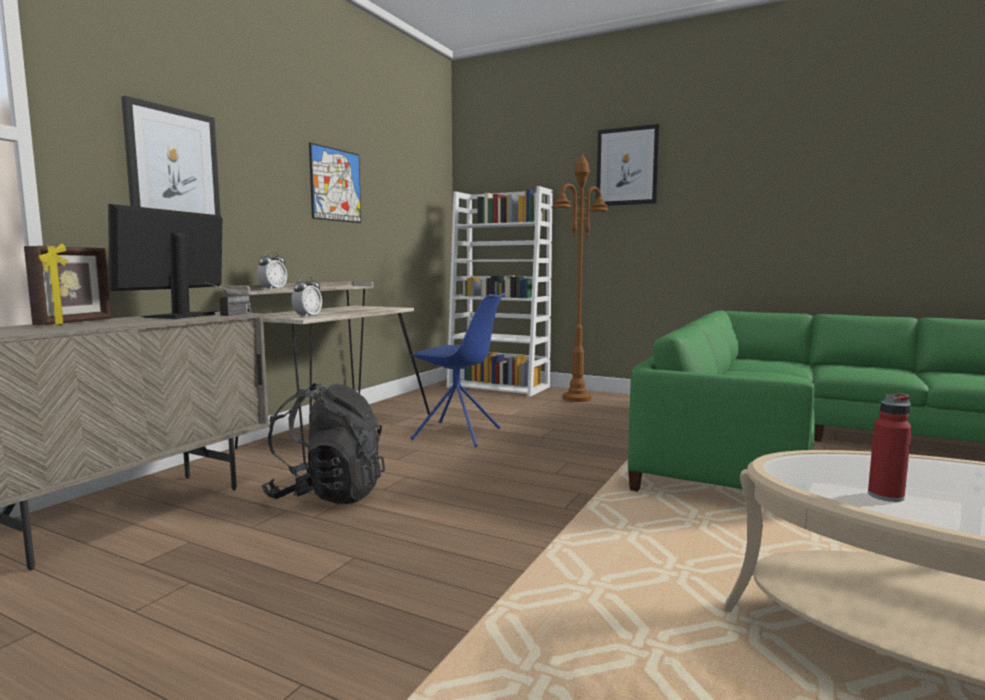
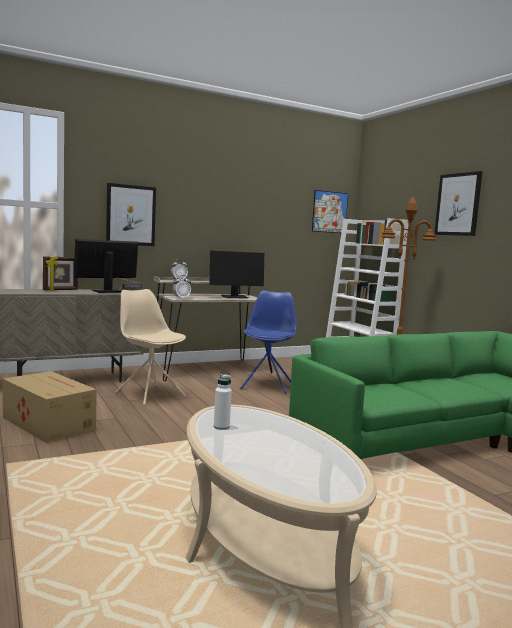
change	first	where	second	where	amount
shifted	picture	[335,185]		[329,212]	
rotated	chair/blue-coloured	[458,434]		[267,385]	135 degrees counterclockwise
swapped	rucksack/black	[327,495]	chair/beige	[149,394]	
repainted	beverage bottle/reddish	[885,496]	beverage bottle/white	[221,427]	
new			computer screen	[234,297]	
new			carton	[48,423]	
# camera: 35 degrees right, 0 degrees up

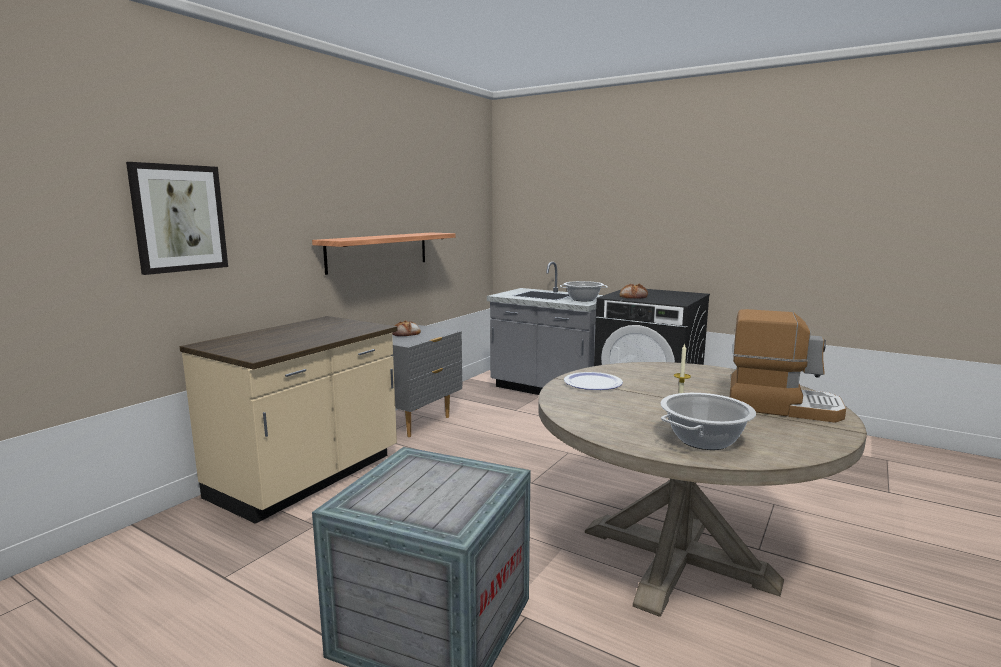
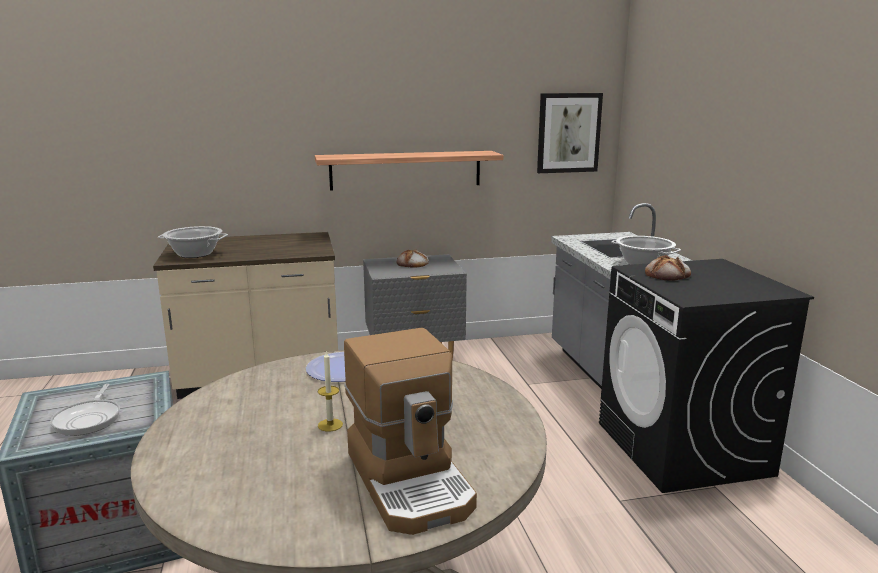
change	first	where	second	where	amount
shifted	picture	[179,218]		[568,133]	
shifted	stockpot	[704,440]		[194,254]	
new			frying pan	[89,419]	
# camera: 45 degrees right, 5 degrees up

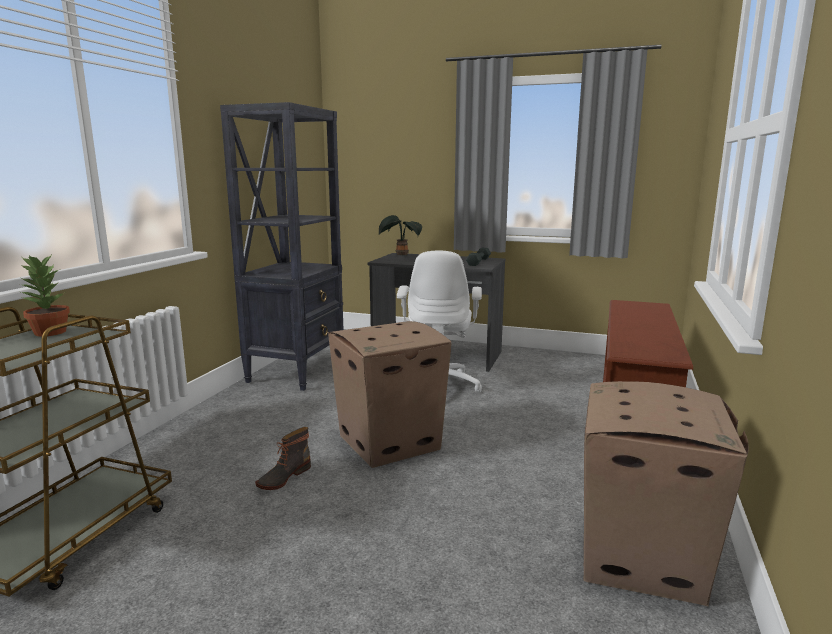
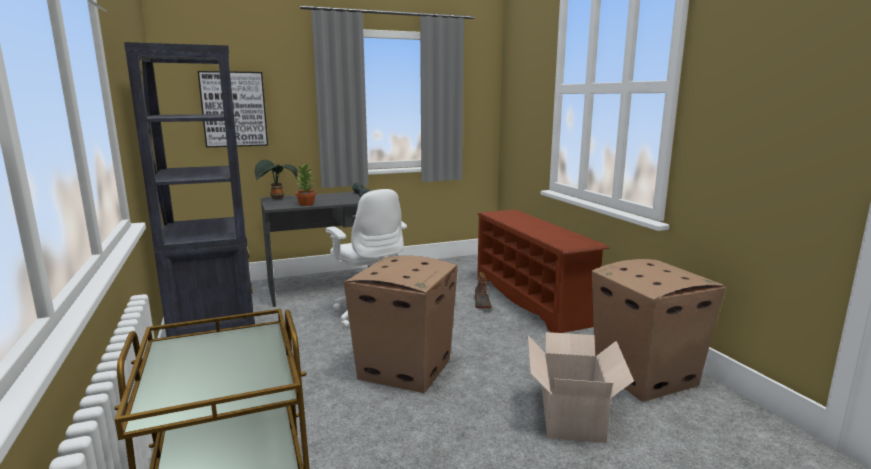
change	first	where	second	where	amount
shifted	potted plant	[49,332]		[306,204]	
shifted	boot	[283,477]		[481,304]	
new			picture	[234,109]	
new			carton	[572,414]	
# camera: 40 degrees left, 0 degrees up

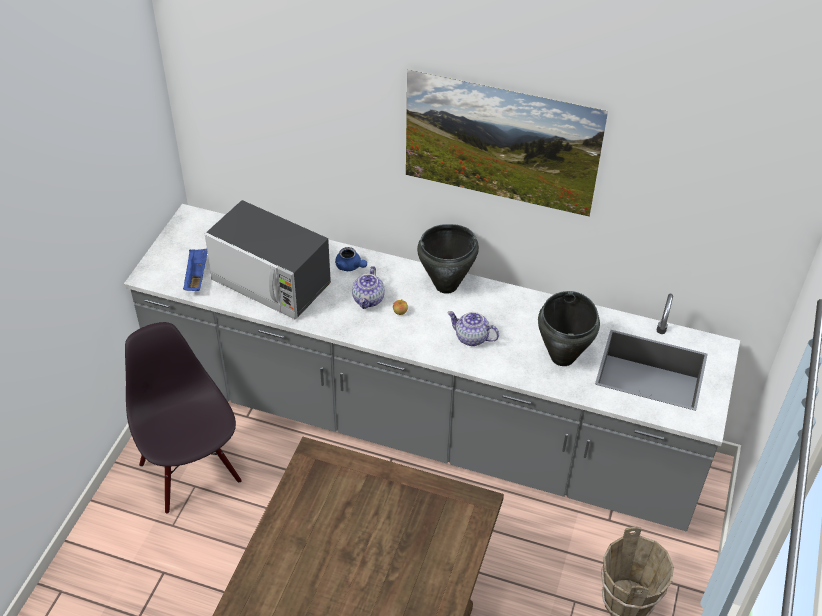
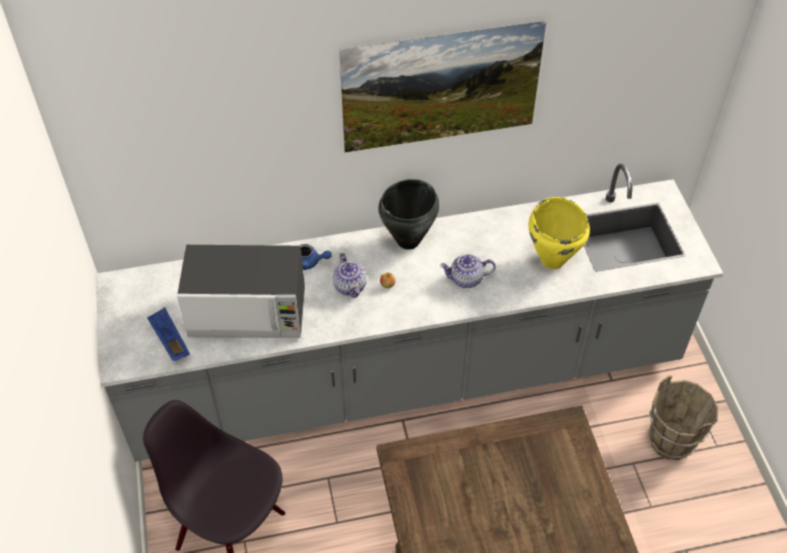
change	first	where	second	where	amount
repainted	stockpot/black	[563,357]	stockpot/yellow-coloured	[552,259]	
# camera: 30 degrees left, 5 degrees up

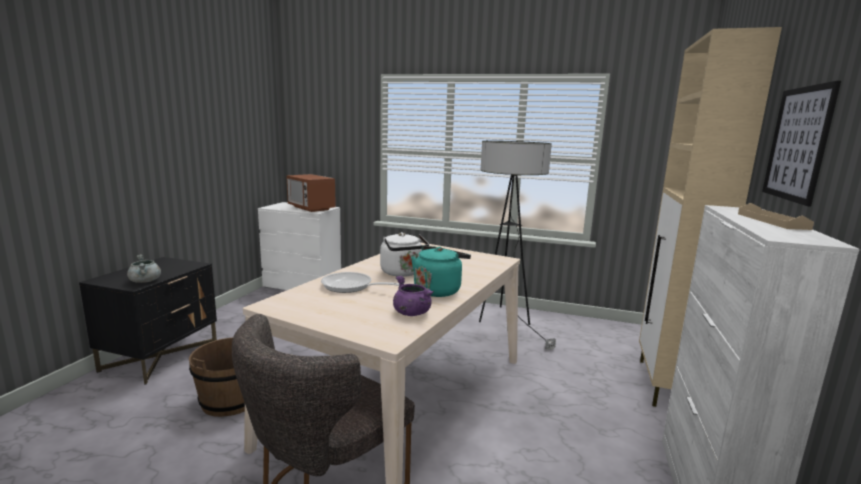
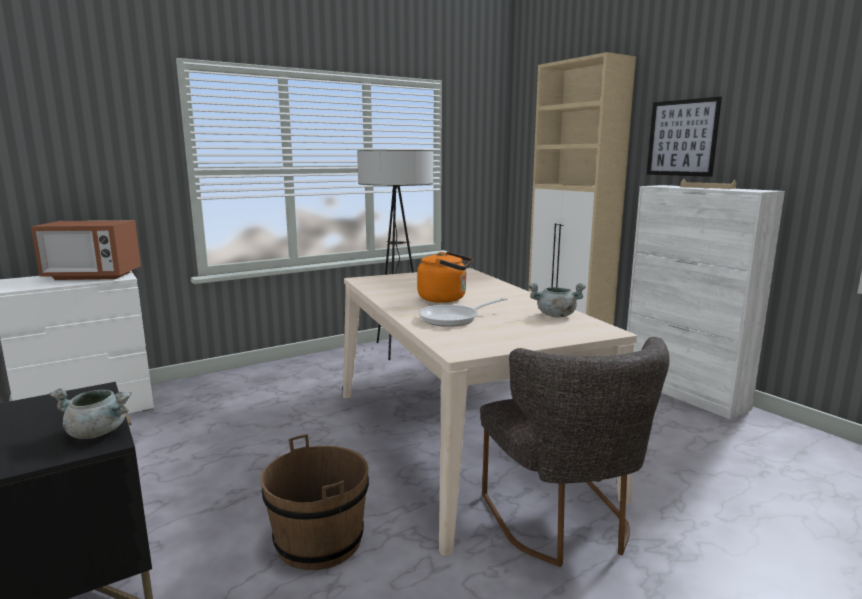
change	first	where	second	where	amount
repainted	kettle/white	[403,273]	kettle/orangey	[445,299]	
gone	kettle/turquoise-coloured	[438,290]			
repainted	stockpot/purplish	[411,313]	stockpot/greyish	[555,315]	
# camera: 50 degrees left, 0 degrees up

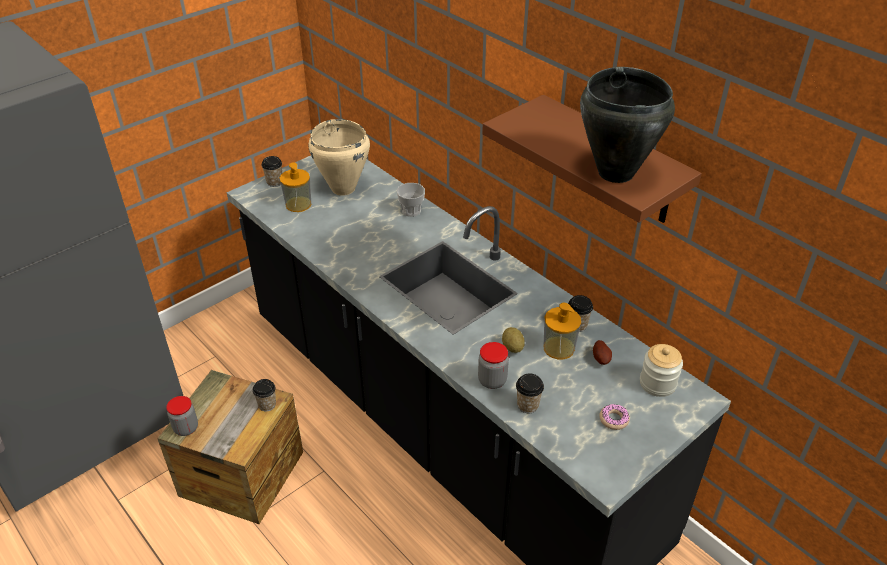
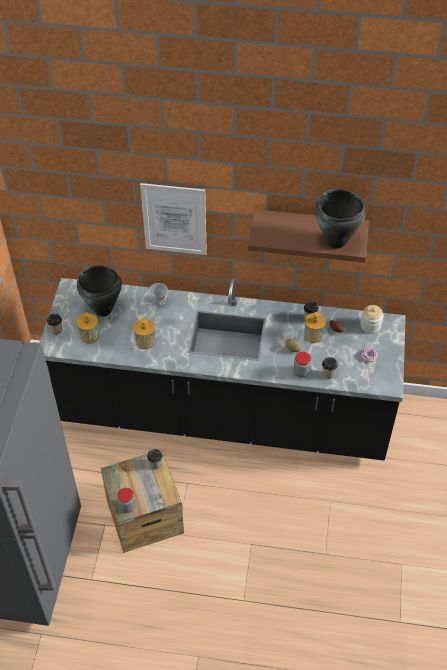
change	first	where	second	where	amount
repainted	stockpot/beige	[343,189]	stockpot/black	[103,310]	
new			picture	[174,219]	
new			liquid soap bottle	[145,342]	
# camera: 40 degrees left, 10 degrees up

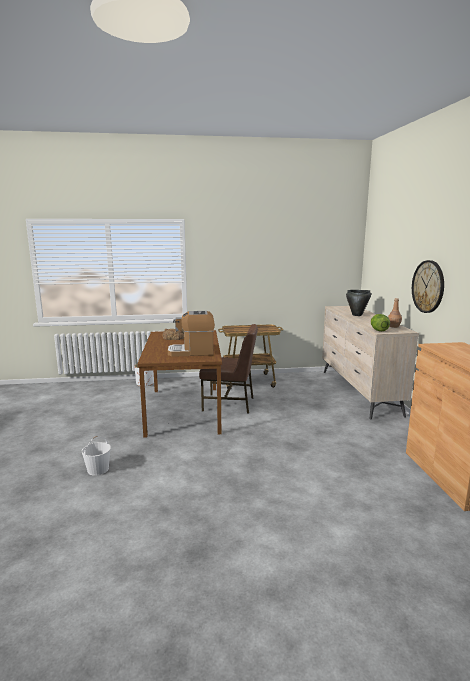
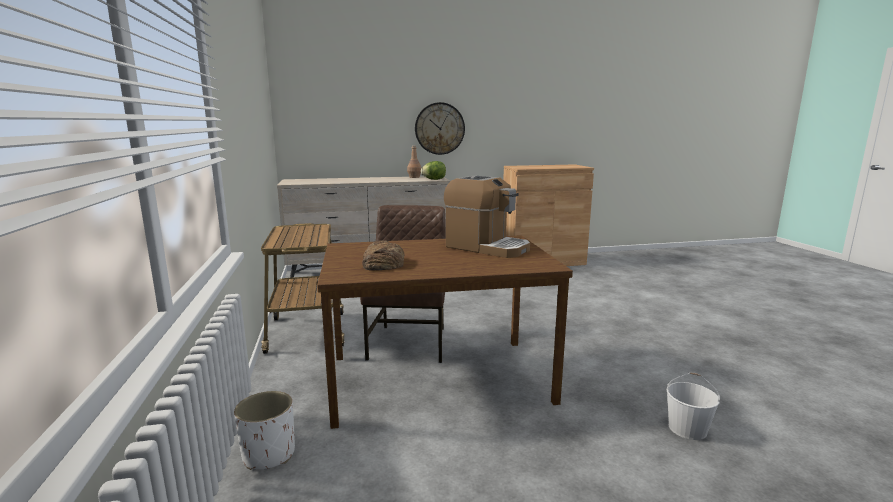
change	first	where	second	where	amount
gone	stockpot/black	[357,315]			
rotated	coffee machine	[192,352]		[487,247]	45 degrees counterclockwise
# camera: 95 degrees left, 0 degrees up

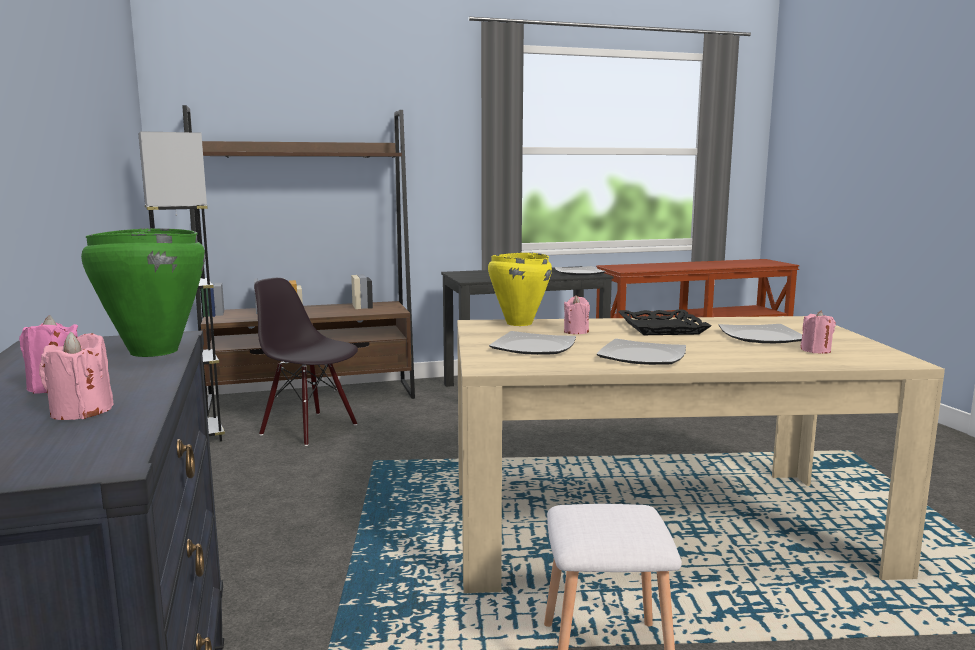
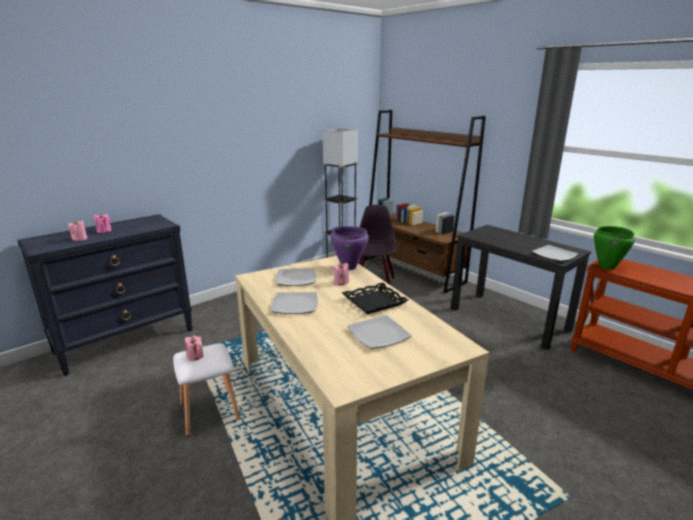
change	first	where	second	where	amount
shifted	stockpot/green	[153,351]		[606,266]	
repainted	stockpot/yellow-coloured	[518,323]	stockpot/purplish	[348,267]	
shifted	wax light/pink	[815,350]		[195,356]	
# camera: 65 degrees right, 10 degrees up

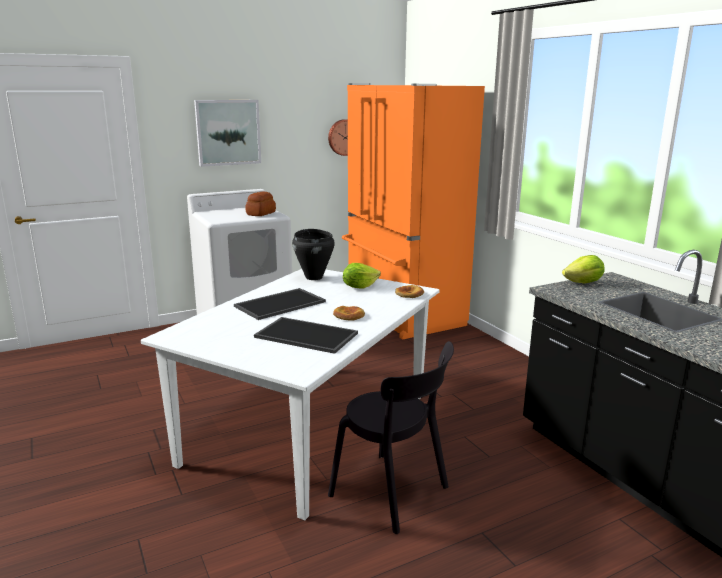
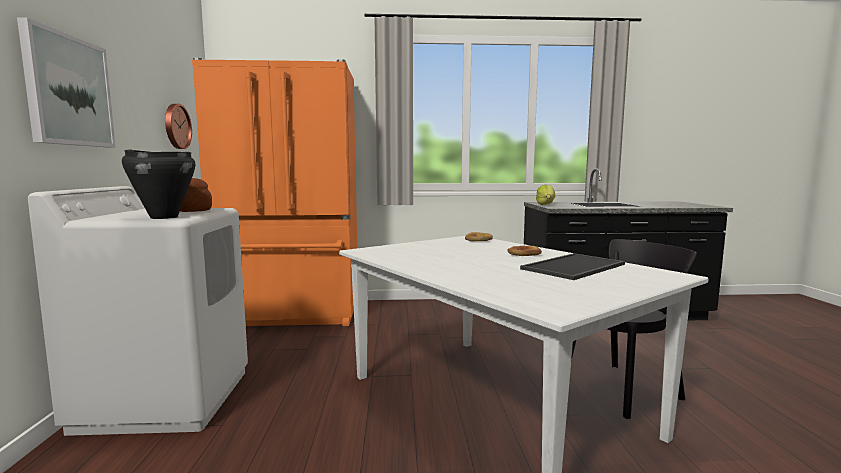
change	first	where	second	where	amount
shifted	stockpot/black	[314,277]		[164,217]	
gone	lettuce	[359,287]			
gone	tray	[280,303]			
# camera: 65 degrees left, 10 degrees down

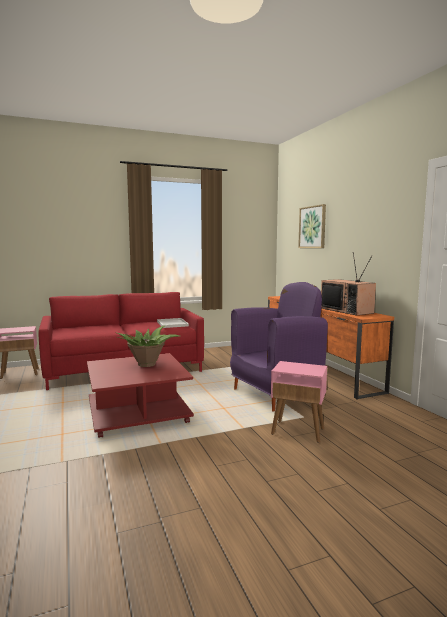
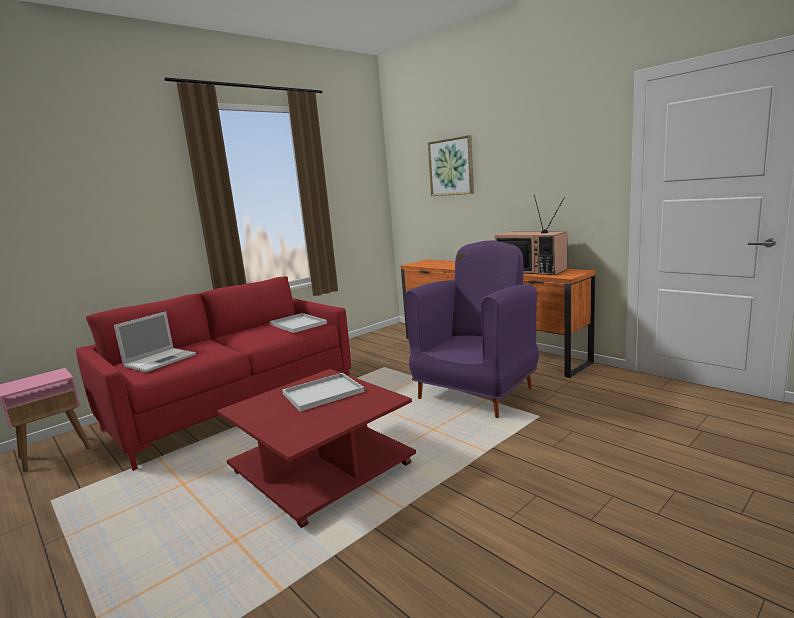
change	first	where	second	where	amount
swapped	potted plant	[147,364]	tray/white	[322,393]	
gone	side table/pink	[298,431]			
new			laptop	[161,360]	
# camera: 20 degrees left, 5 degrees up

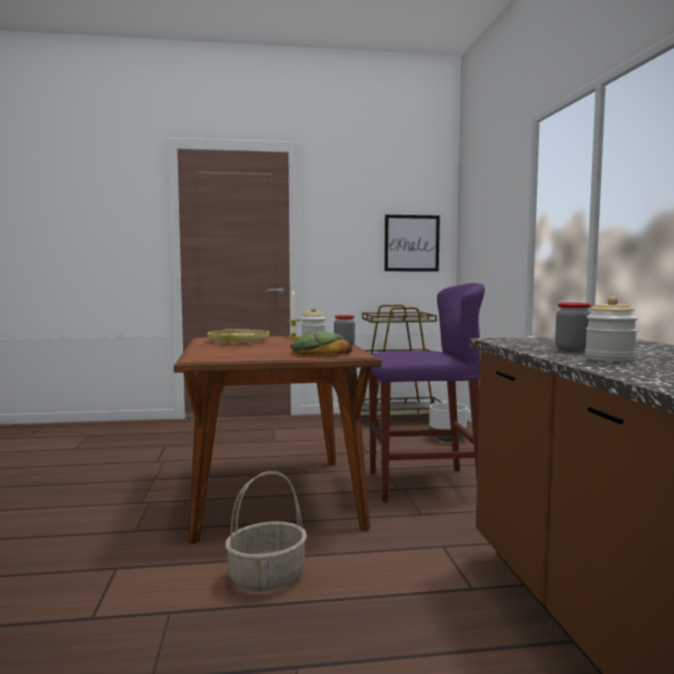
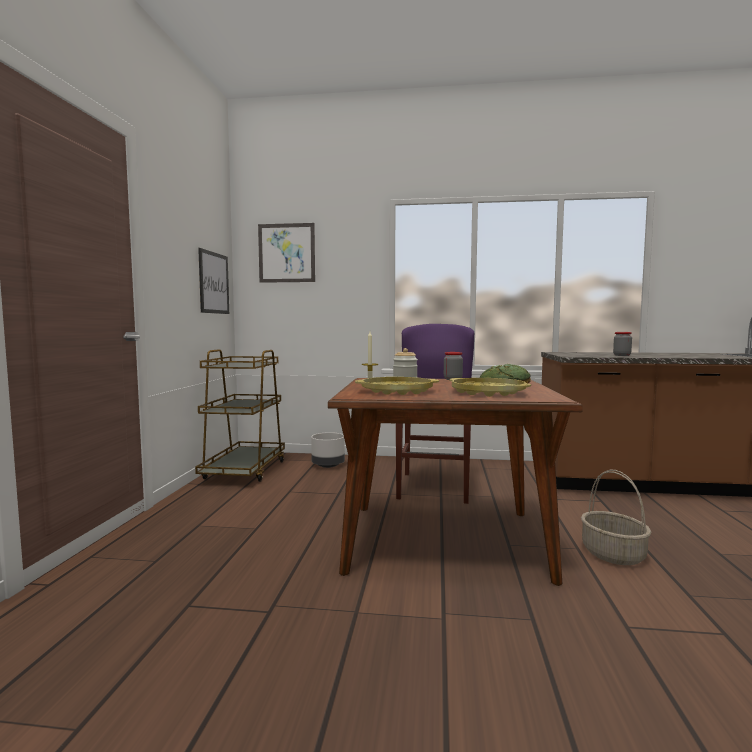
change	first	where	second	where	amount
gone	jar	[609,359]			
new			picture	[286,253]	
new			tray/yellow-coloured	[488,392]	
# camera: 75 degrees left, 0 degrees up

